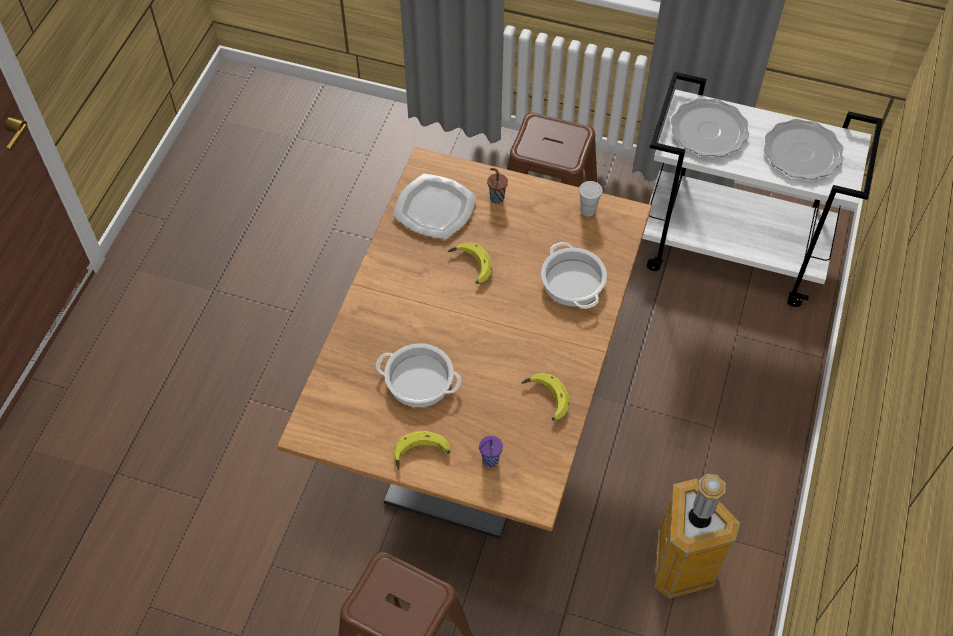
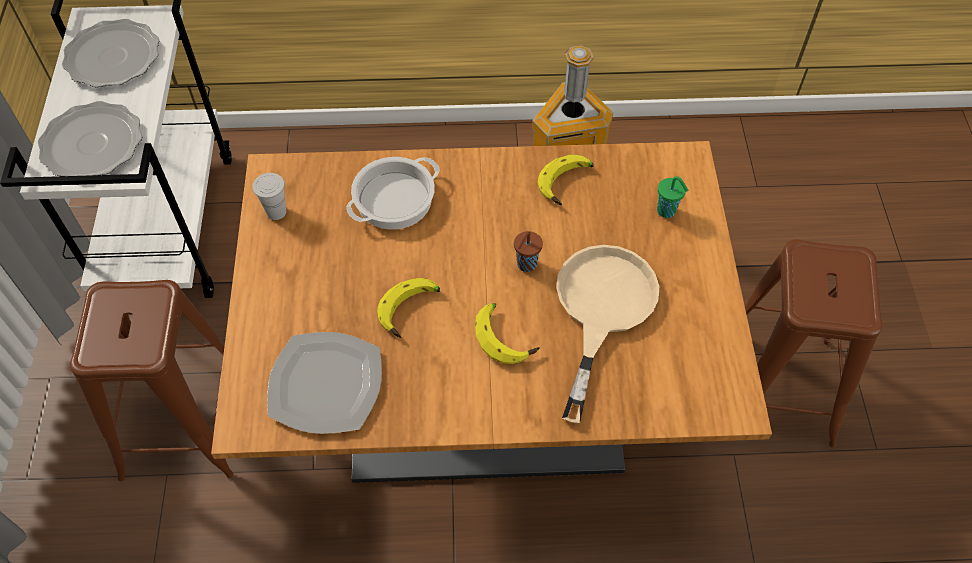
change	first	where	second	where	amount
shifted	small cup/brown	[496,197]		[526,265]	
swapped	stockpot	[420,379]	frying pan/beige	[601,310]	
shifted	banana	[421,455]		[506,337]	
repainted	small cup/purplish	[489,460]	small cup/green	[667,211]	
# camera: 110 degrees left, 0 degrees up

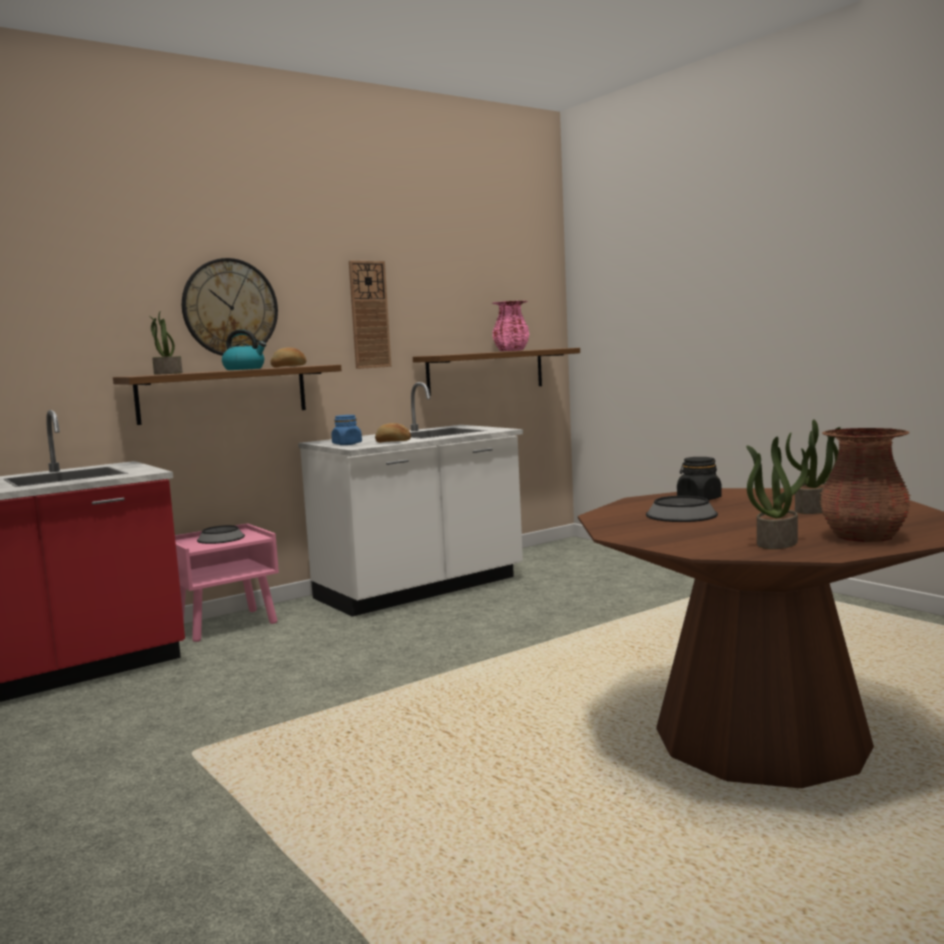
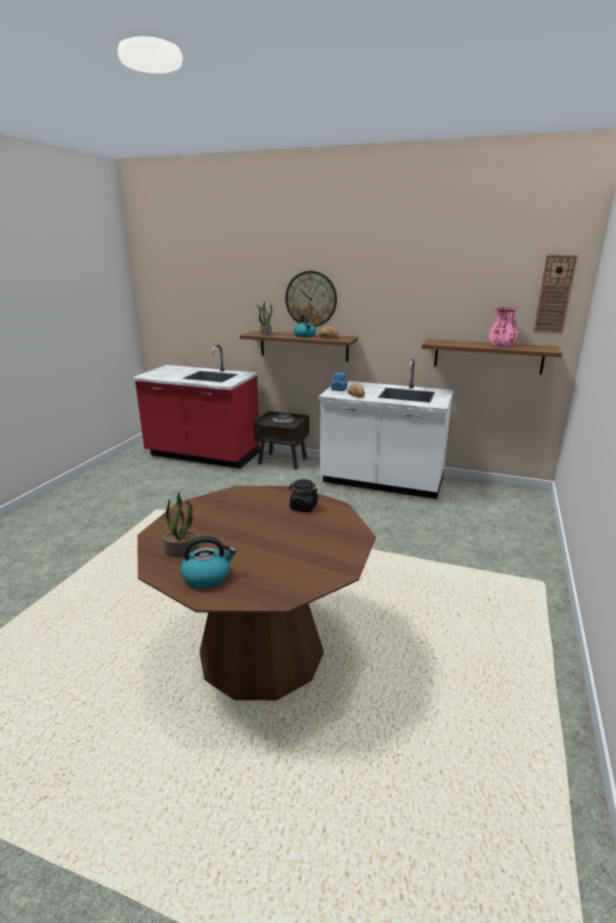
change	first	where	second	where	amount
shifted	wall clock	[369,314]		[554,295]	
gone	potted plant	[813,509]			
swapped	decorative vase/brown	[863,537]	kettle	[207,576]	
gone	deep dish	[681,515]			
repainted	bedside table/pink	[227,625]	bedside table/brown	[283,461]	
# camera: 55 degrees right, 15 degrees up

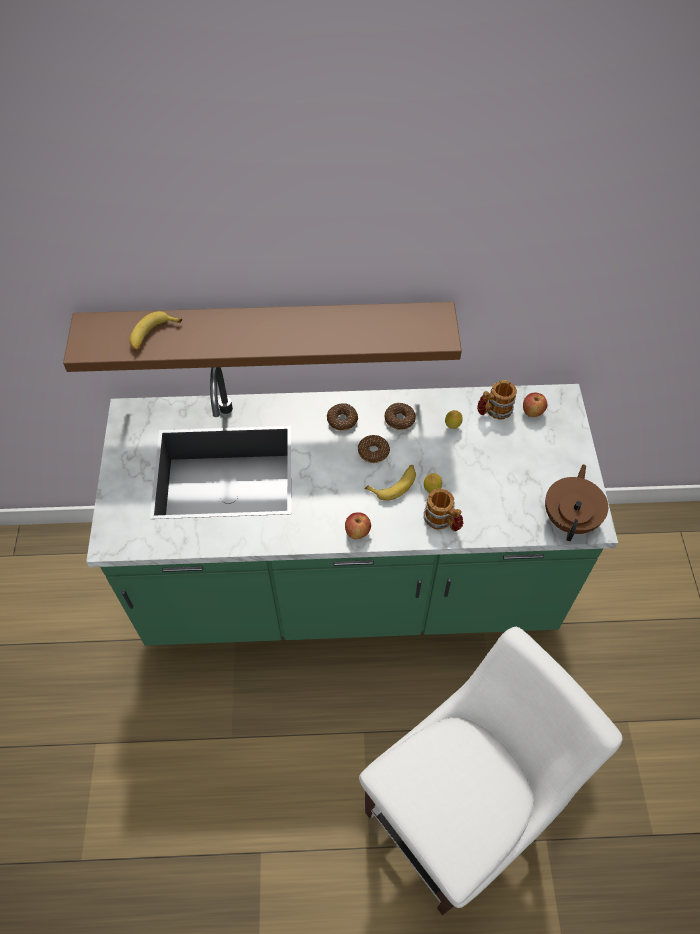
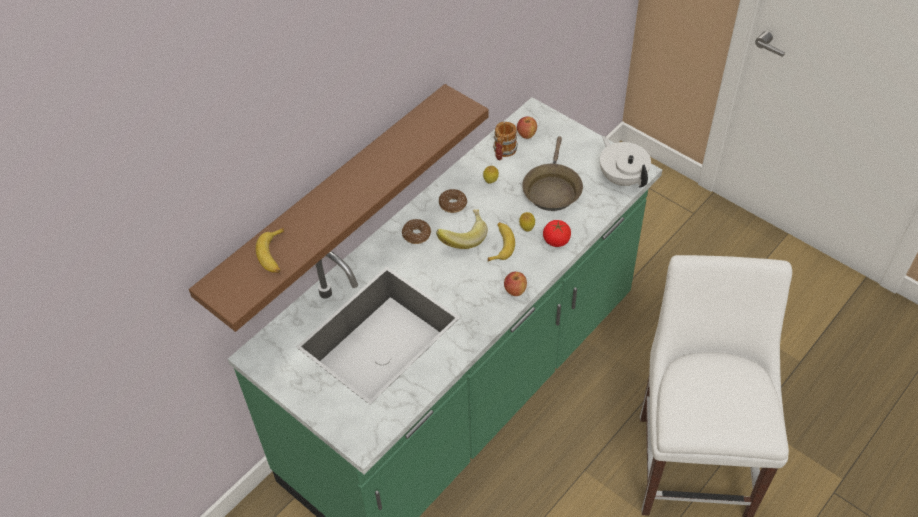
change	first	where	second	where	amount
swapped	donut	[373,452]	banana	[462,237]	
repainted	tea pot/brown	[570,518]	tea pot/white	[622,177]	
swapped	tea mug	[442,521]	tomato	[556,240]	
new			frying pan/brown	[552,189]	
# camera: 45 degrees left, 5 degrees down

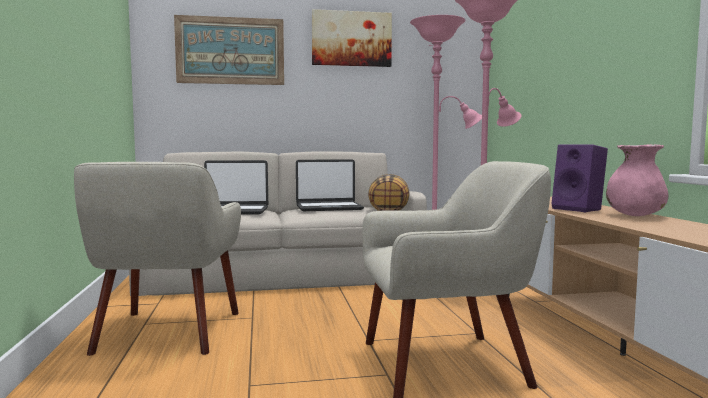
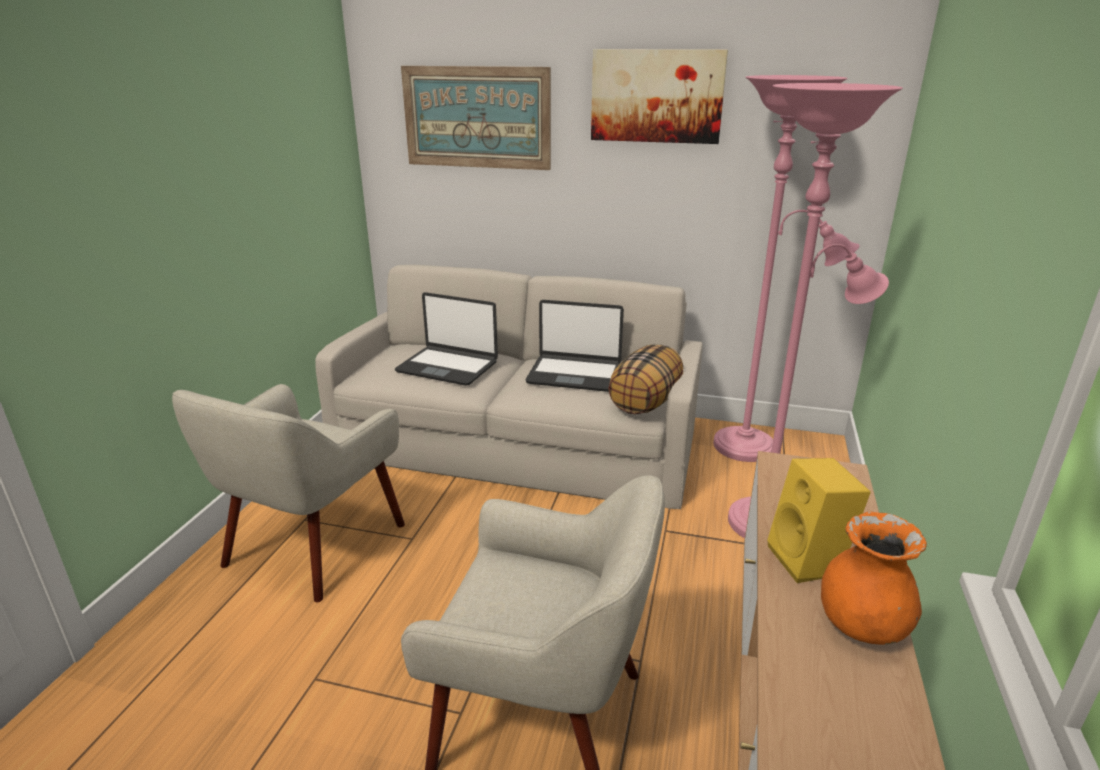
change	first	where	second	where	amount
repainted	loudspeaker/purplish	[579,209]	loudspeaker/yellow-coloured	[810,561]	
repainted	decorative vase/pink	[635,215]	decorative vase/orangey	[861,626]	
# camera: 25 degrees right, 20 degrees up

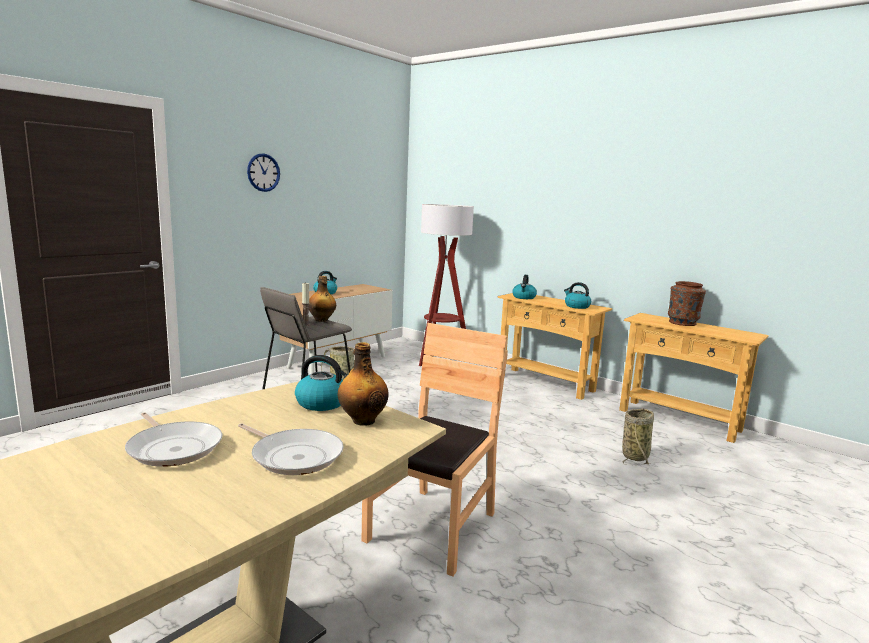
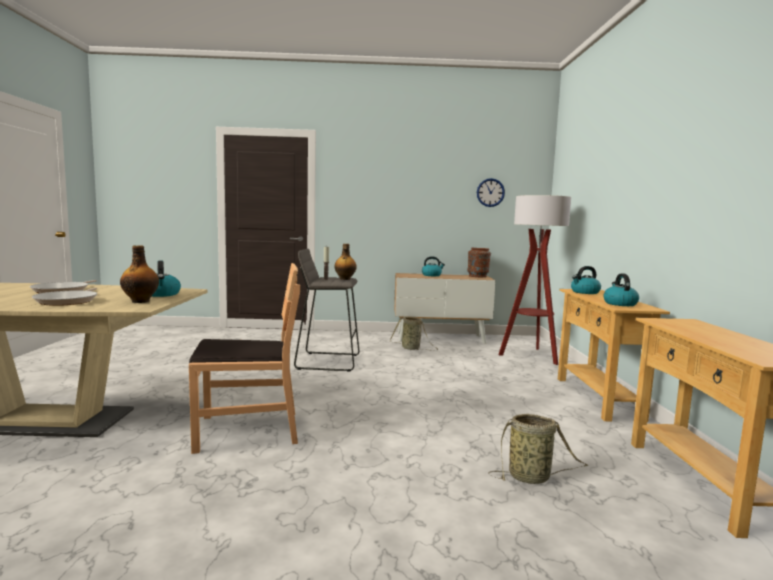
change	first	where	second	where	amount
shifted	wall clock	[263,172]		[490,192]	
shifted	decorative vase/brown	[682,323]		[478,276]	
# camera: 50 degrees right, 5 degrees down

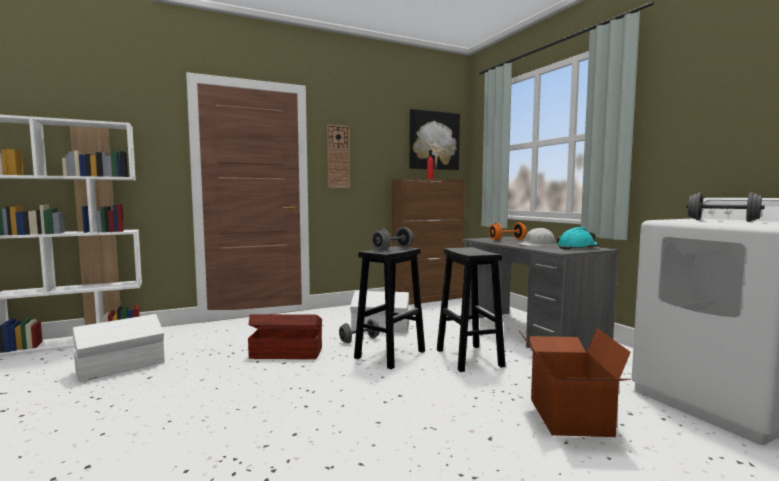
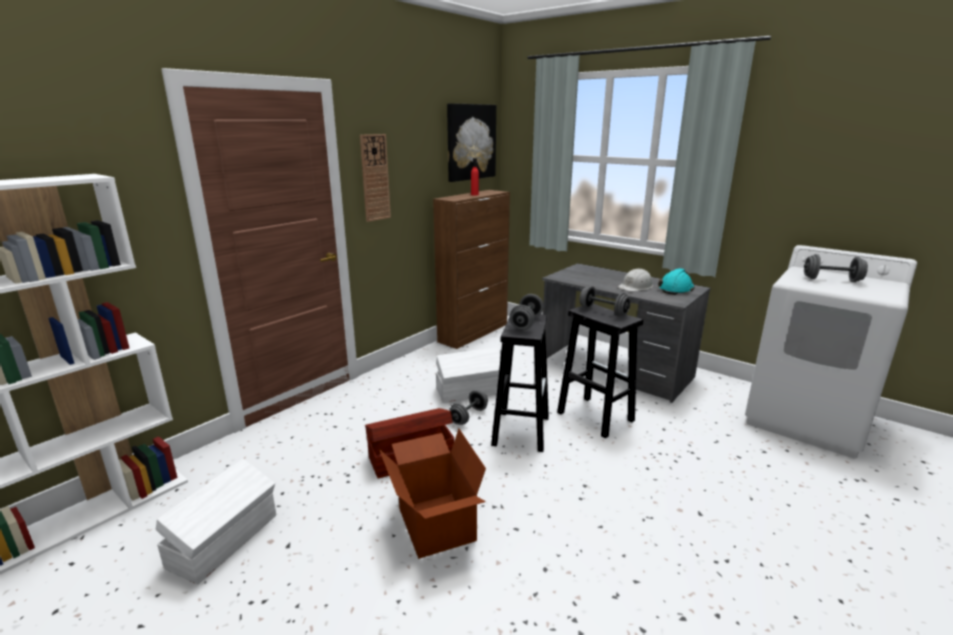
change	first	where	second	where	amount
gone	hand weight/orangey	[507,240]			
shifted	carton	[567,416]		[434,525]	
new			hand weight/greyish	[603,312]	
# camera: 25 degrees left, 15 degrees up

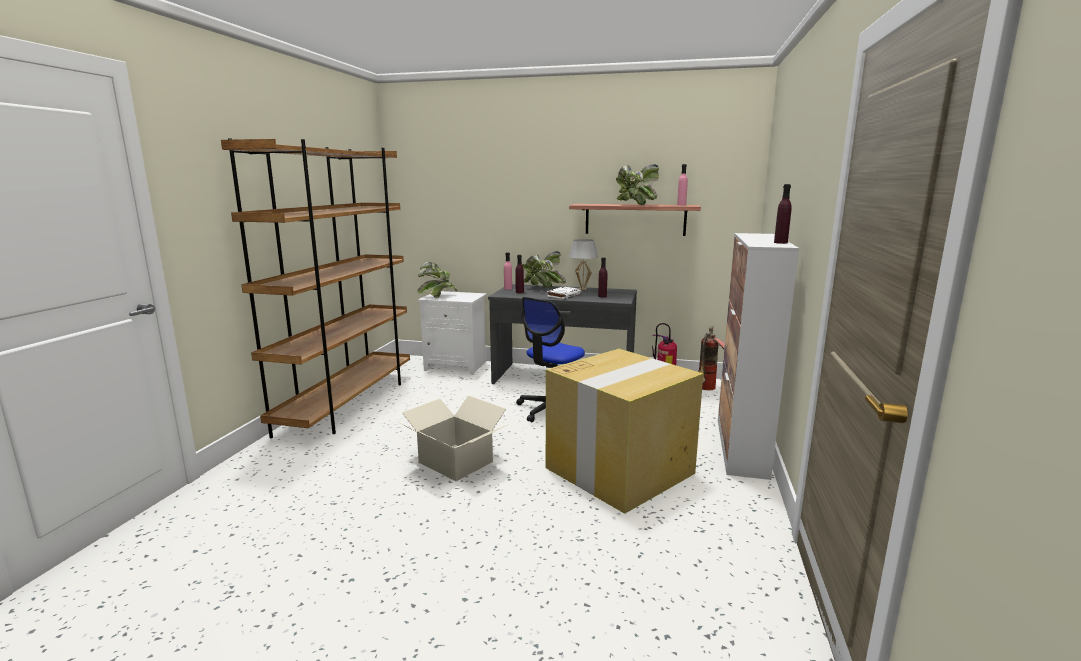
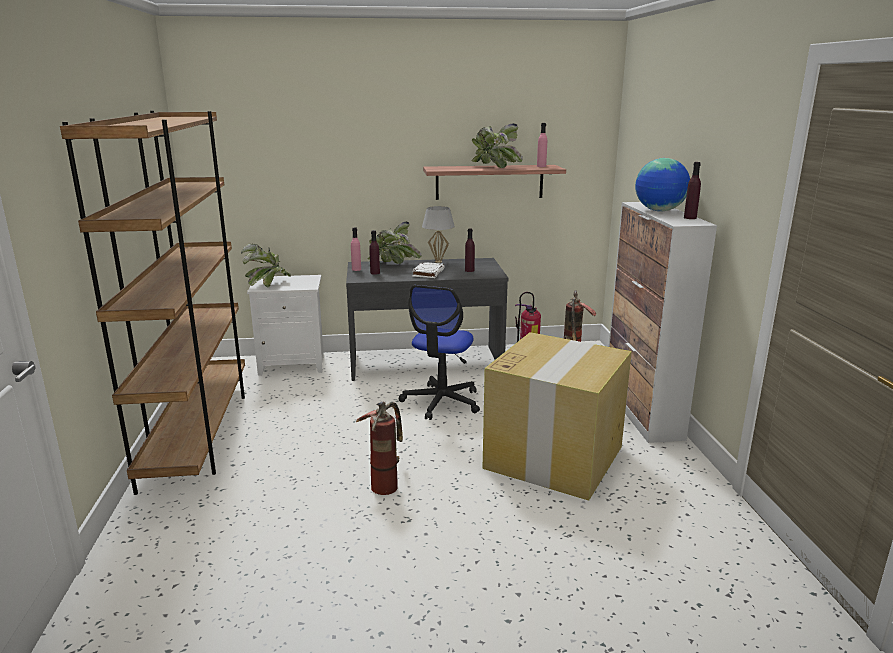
change	first	where	second	where	amount
swapped	carton	[455,462]	fire extinguisher	[385,481]	
new			desk globe	[659,211]	
# camera: 20 degrees left, 5 degrees up

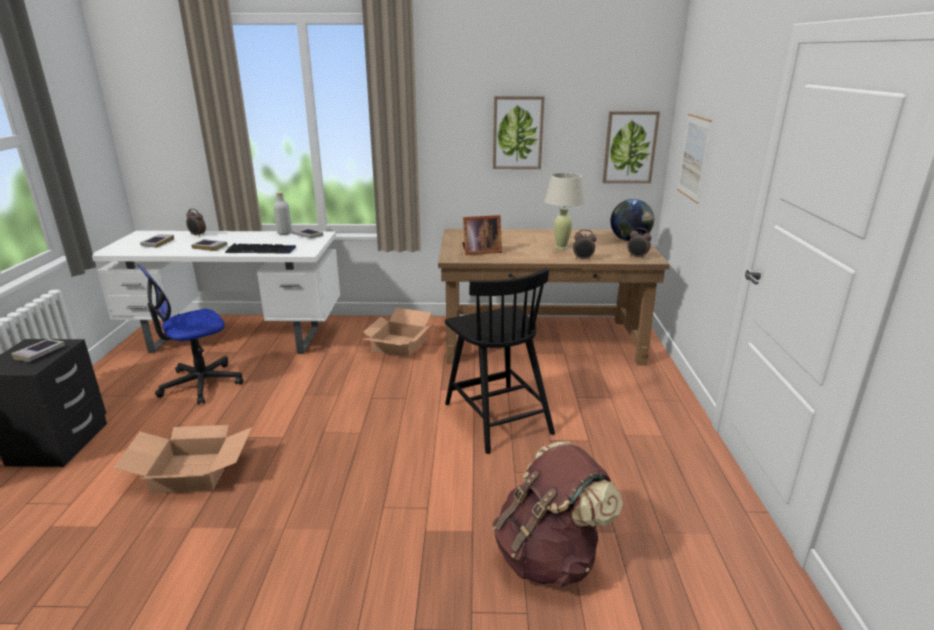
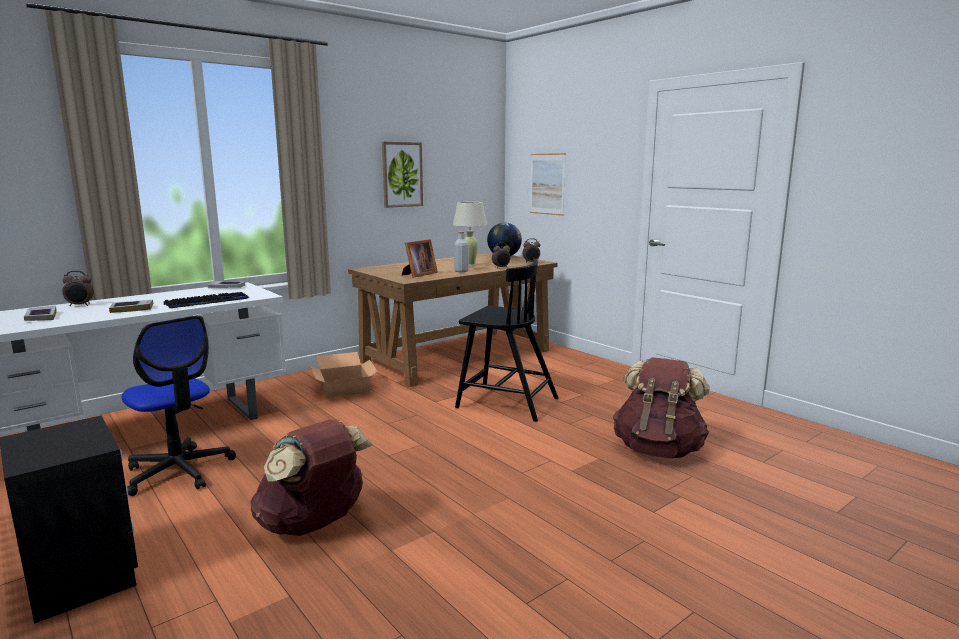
change	first	where	second	where	amount
gone	picture	[629,147]			
shifted	beverage bottle/greyish	[284,233]		[461,271]	
rotated	desk chair	[201,384]		[179,471]	60 degrees counterclockwise
gone	volume	[40,353]			
swapped	carton	[190,473]	rucksack/brown	[314,524]	
# camera: 40 degrees left, 10 degrees down

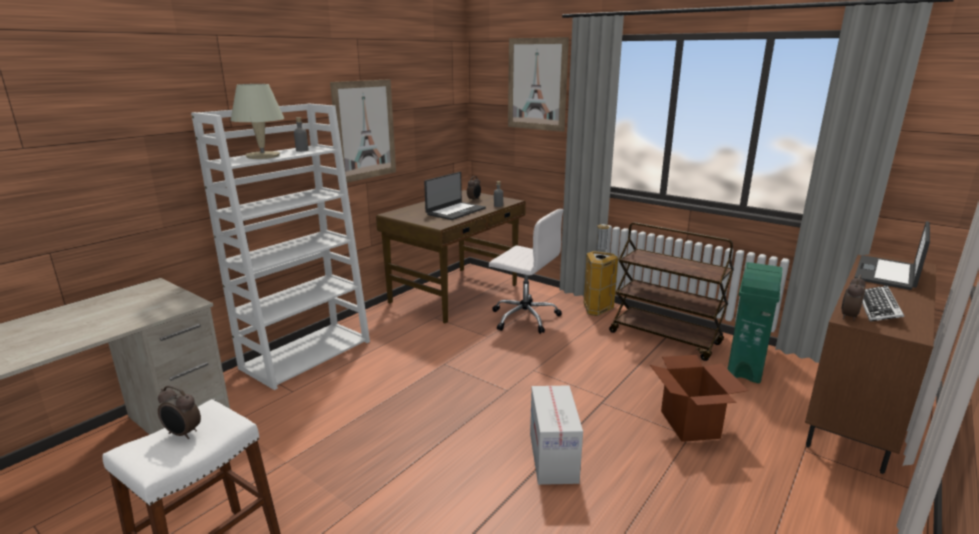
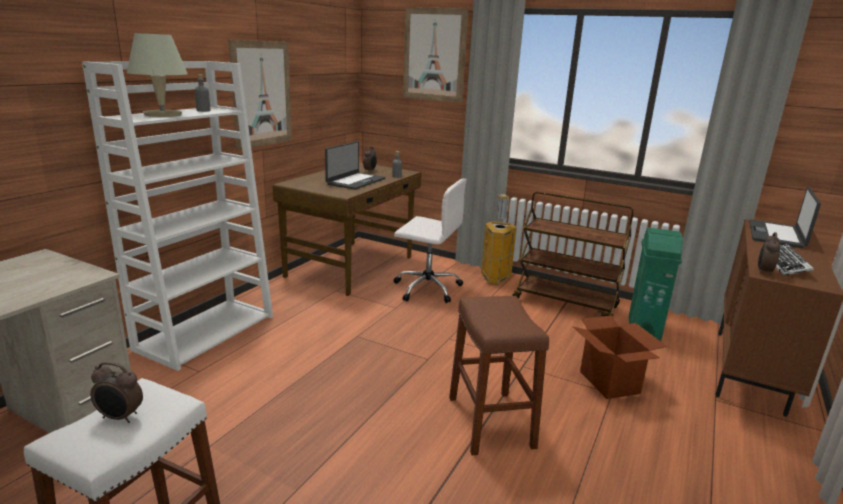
change	first	where	second	where	amount
swapped	carton	[553,457]	stool/brown	[490,422]	
# camera: 10 degrees left, 0 degrees up

